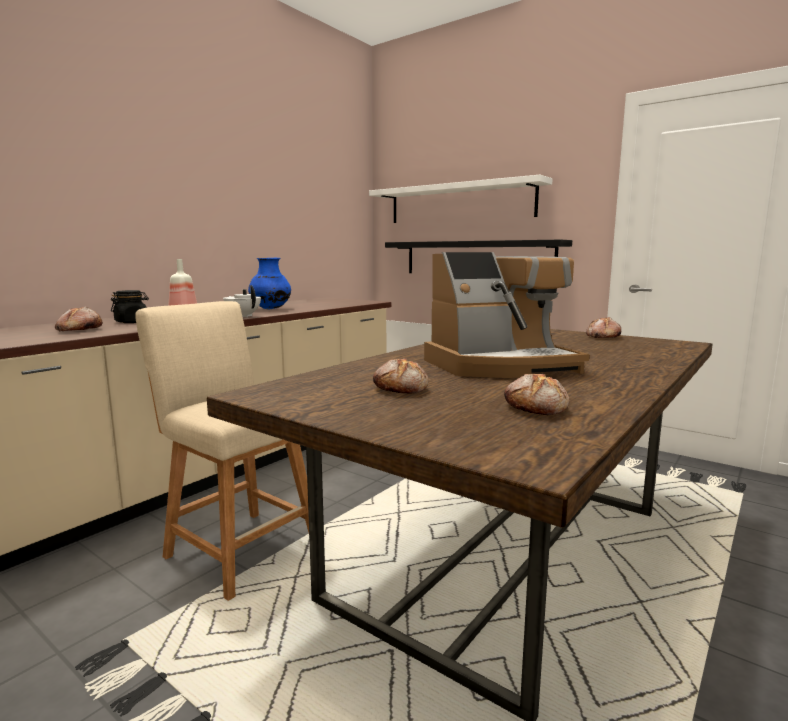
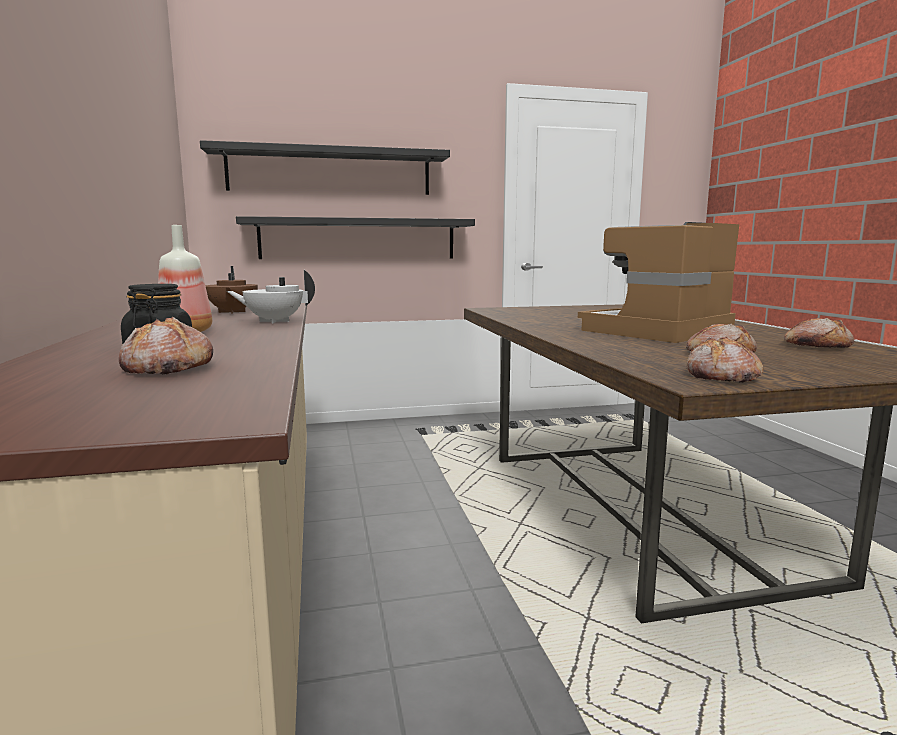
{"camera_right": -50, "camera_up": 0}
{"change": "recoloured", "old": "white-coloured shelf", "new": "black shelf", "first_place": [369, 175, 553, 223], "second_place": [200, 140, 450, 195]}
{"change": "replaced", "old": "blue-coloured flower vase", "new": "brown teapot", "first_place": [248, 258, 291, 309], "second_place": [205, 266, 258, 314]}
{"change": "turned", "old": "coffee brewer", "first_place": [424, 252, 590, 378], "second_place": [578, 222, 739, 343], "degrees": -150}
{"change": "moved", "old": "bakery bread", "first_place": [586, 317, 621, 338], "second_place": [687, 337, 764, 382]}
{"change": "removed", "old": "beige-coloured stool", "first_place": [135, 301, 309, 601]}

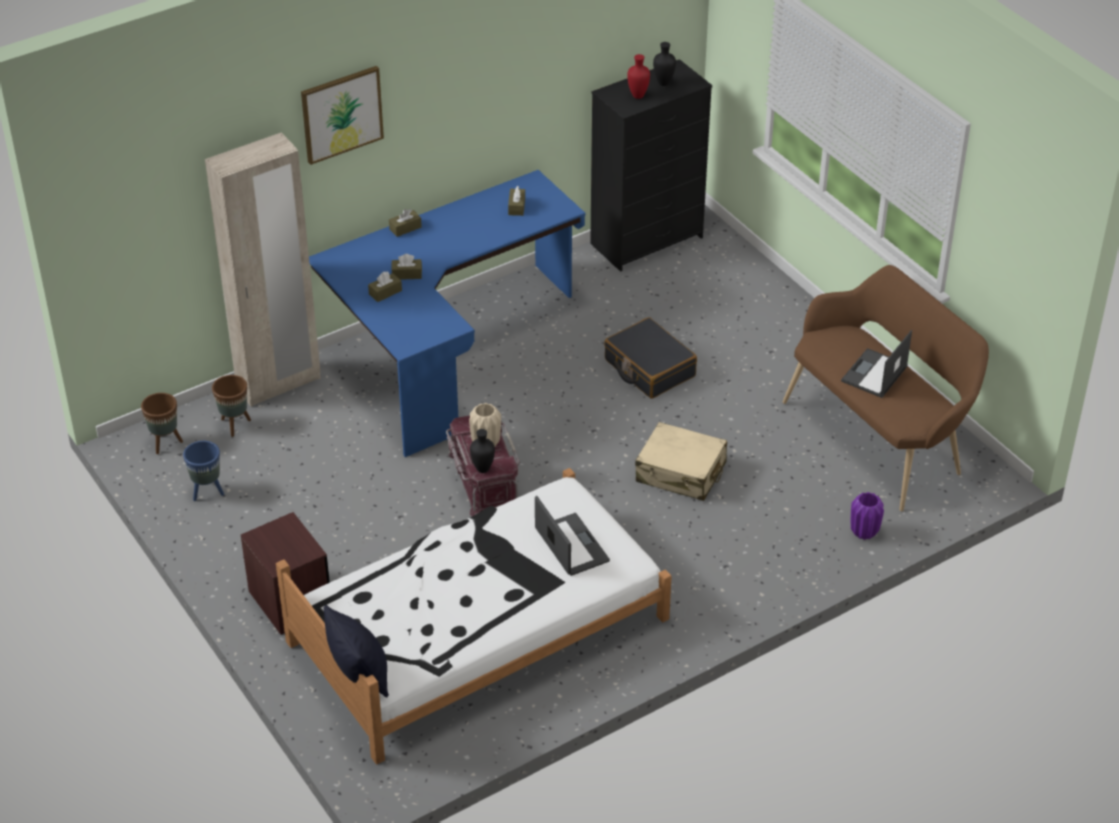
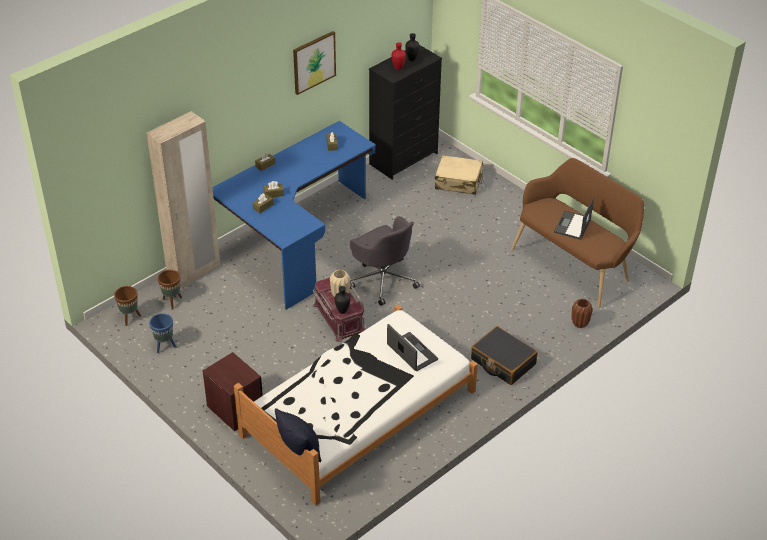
{"camera_right": -10, "camera_up": 0}
{"change": "moved", "old": "picture", "first_place": [301, 66, 384, 165], "second_place": [293, 31, 336, 95]}
{"change": "added", "new": "grey computer chair", "second_place": [350, 216, 420, 306]}
{"change": "moved", "old": "beige-coloured travel case", "first_place": [635, 422, 727, 501], "second_place": [435, 155, 483, 195]}
{"change": "moved", "old": "black travel case", "first_place": [604, 317, 697, 399], "second_place": [471, 326, 538, 385]}
{"change": "recoloured", "old": "purple flower vase", "new": "brown flower vase", "first_place": [851, 492, 884, 540], "second_place": [571, 299, 593, 328]}

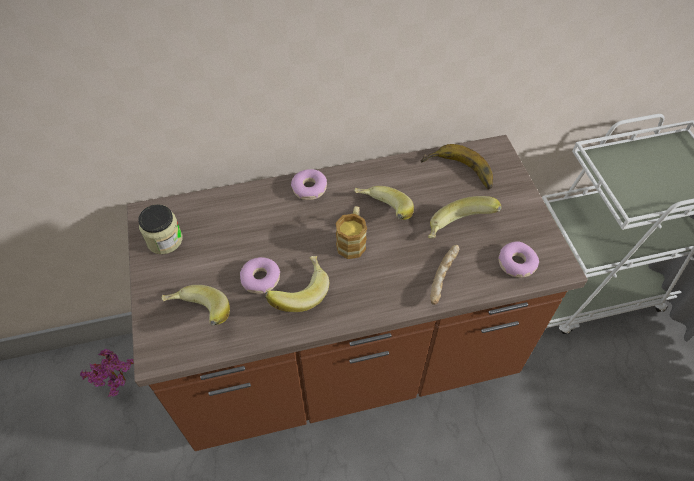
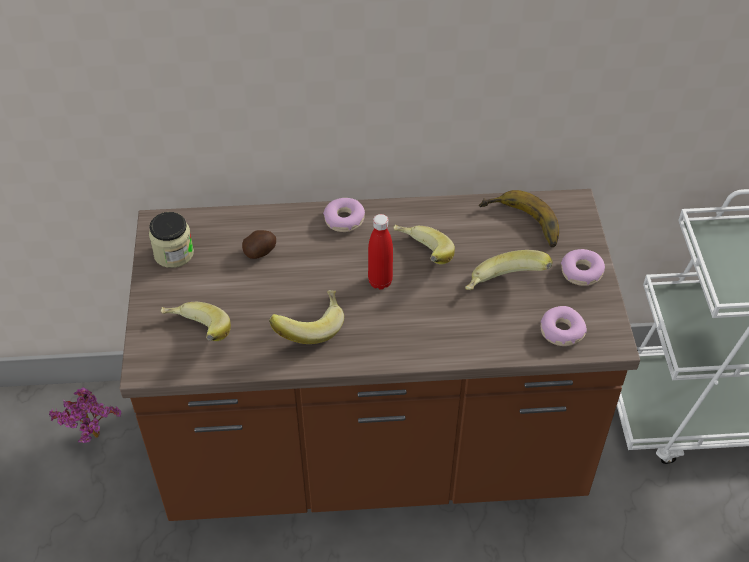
{"camera_right": 10, "camera_up": -5}
{"change": "added", "new": "potato", "second_place": [242, 230, 276, 259]}
{"change": "replaced", "old": "mug", "new": "red-coloured drink bottle", "first_place": [336, 206, 367, 259], "second_place": [368, 214, 393, 290]}
{"change": "moved", "old": "doughnut", "first_place": [240, 257, 280, 294], "second_place": [561, 249, 605, 286]}
{"change": "removed", "old": "bakery bread", "first_place": [430, 245, 459, 305]}

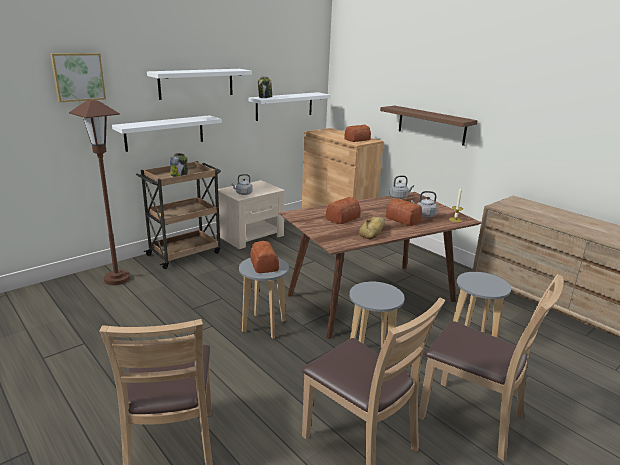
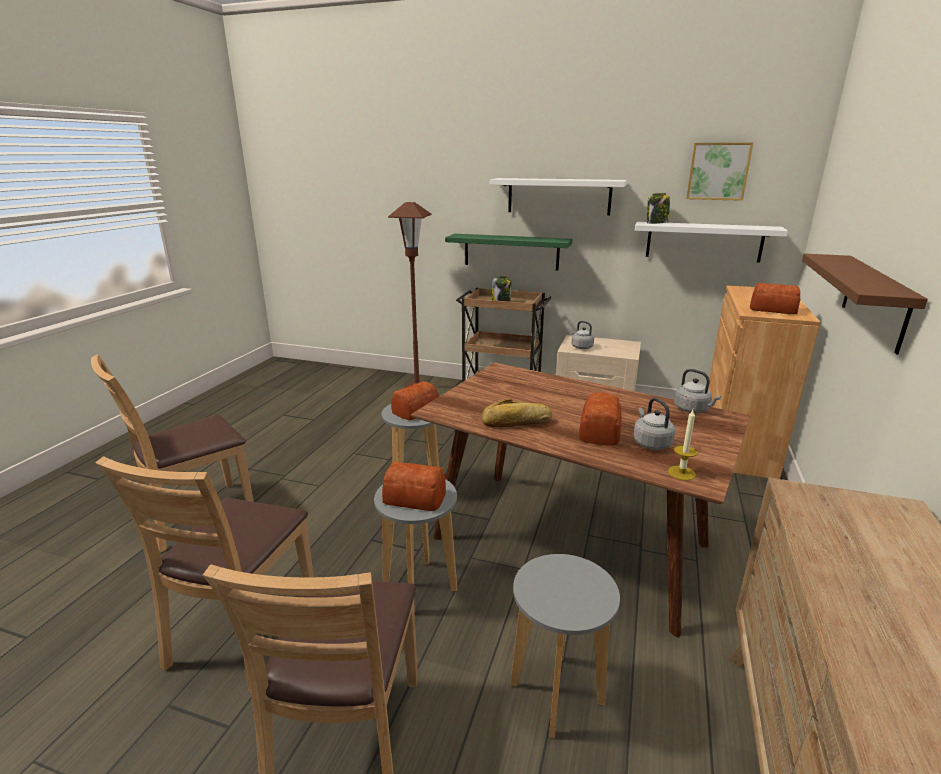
{"camera_right": 60, "camera_up": 0}
{"change": "moved", "old": "bakery bread", "first_place": [326, 197, 361, 224], "second_place": [382, 461, 446, 511]}
{"change": "recoloured", "old": "white-coloured shelf", "new": "greenish shelf", "first_place": [112, 115, 222, 152], "second_place": [445, 234, 572, 271]}
{"change": "moved", "old": "picture", "first_place": [50, 53, 106, 102], "second_place": [686, 142, 753, 201]}

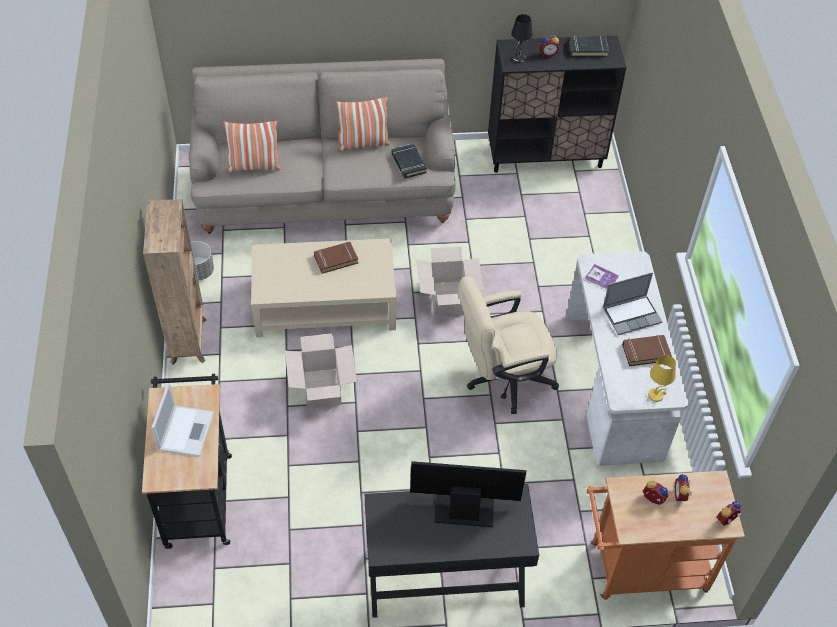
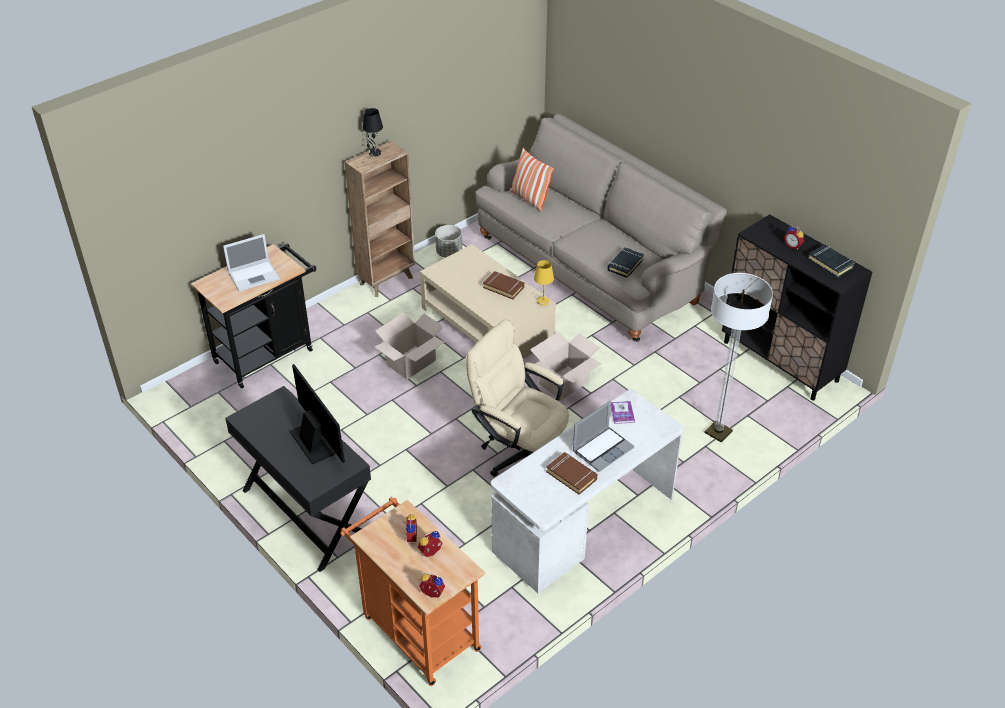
{"camera_right": 55, "camera_up": -10}
{"change": "moved", "old": "black table lamp", "first_place": [511, 14, 533, 63], "second_place": [363, 108, 383, 156]}
{"change": "moved", "old": "yellowish table lamp", "first_place": [648, 355, 676, 402], "second_place": [534, 260, 554, 306]}
{"change": "turned", "old": "notebook computer", "first_place": [603, 272, 662, 335], "second_place": [573, 401, 634, 472], "degrees": -75}
{"change": "added", "new": "floor lamp", "second_place": [704, 273, 773, 442]}
{"change": "removed", "old": "throw pillow", "first_place": [335, 97, 391, 151]}

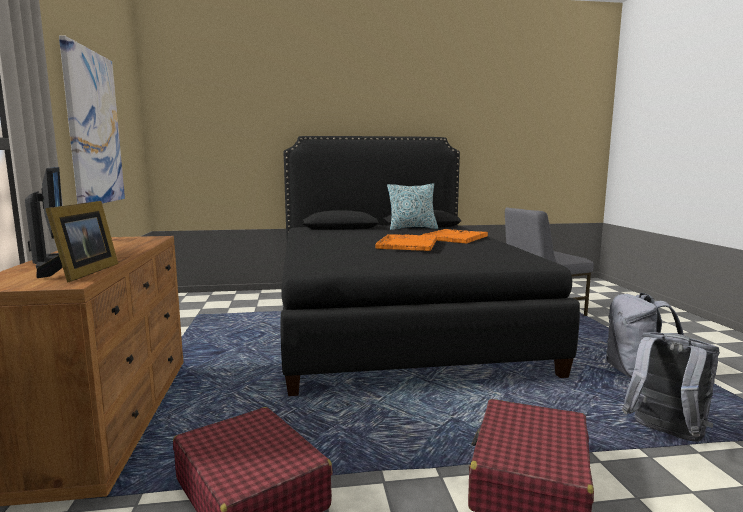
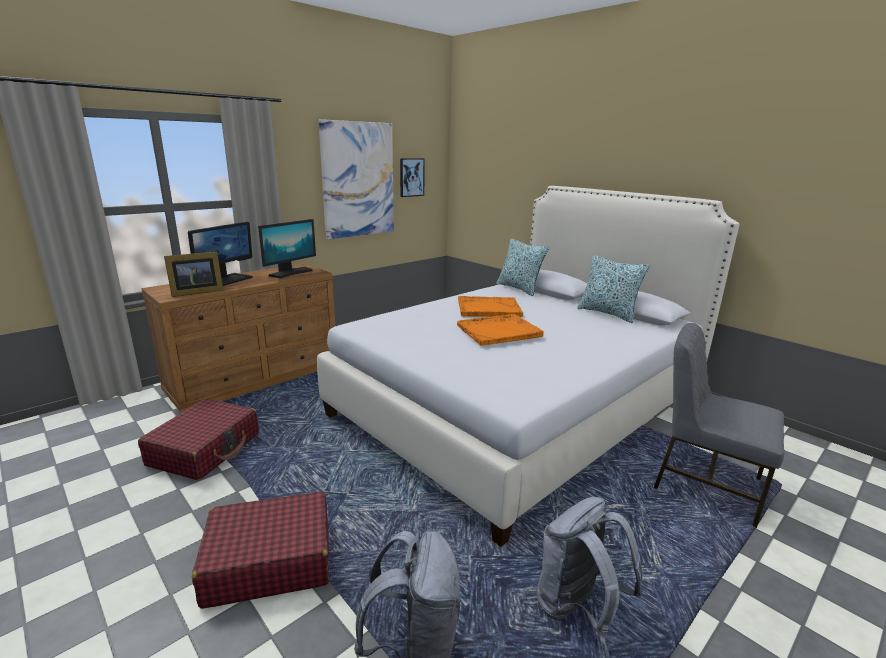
{"camera_right": 55, "camera_up": 10}
{"change": "added", "new": "computer screen", "second_place": [258, 219, 316, 278]}
{"change": "recoloured", "old": "black bed", "new": "white-coloured bed", "first_place": [281, 136, 580, 396], "second_place": [317, 186, 740, 547]}
{"change": "added", "new": "picture", "second_place": [400, 158, 425, 197]}
{"change": "moved", "old": "orangey tray", "first_place": [422, 229, 488, 244], "second_place": [458, 296, 523, 317]}
{"change": "added", "new": "throw pillow", "second_place": [496, 239, 549, 296]}

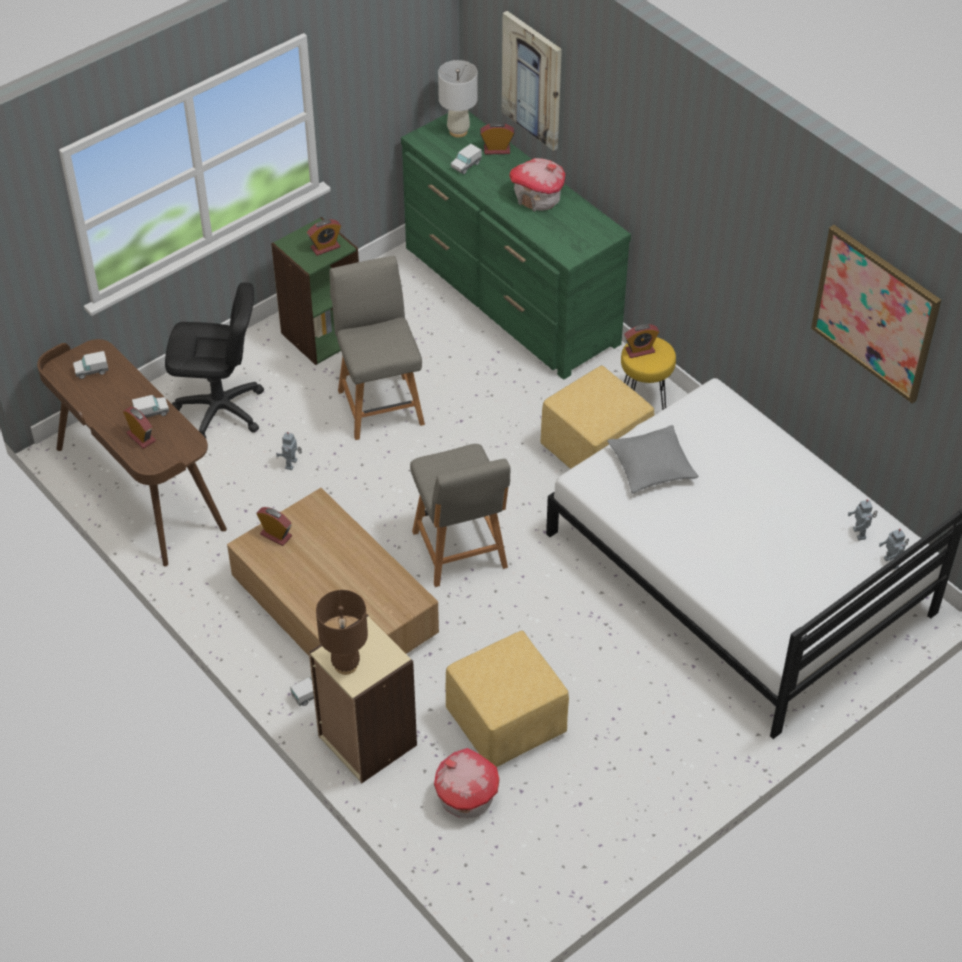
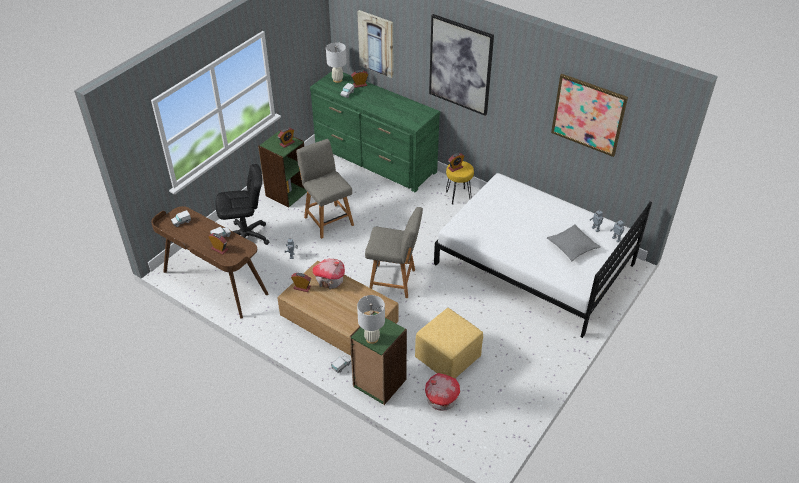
{"camera_right": -15, "camera_up": -5}
{"change": "moved", "old": "model house", "first_place": [510, 158, 565, 212], "second_place": [312, 259, 345, 290]}
{"change": "recoloured", "old": "beige-coloured bookshelf", "new": "greenish bookshelf", "first_place": [309, 615, 417, 783], "second_place": [350, 312, 407, 405]}
{"change": "recoloured", "old": "brown table lamp", "new": "white-coloured table lamp", "first_place": [316, 590, 368, 675], "second_place": [357, 295, 385, 344]}
{"change": "turned", "old": "grey plain chair", "first_place": [410, 444, 511, 587], "second_place": [365, 207, 423, 298], "degrees": -45}
{"change": "added", "new": "picture", "second_place": [429, 14, 494, 116]}
{"change": "moved", "old": "grey throw pillow", "first_place": [608, 425, 699, 494], "second_place": [547, 224, 601, 261]}
{"change": "removed", "old": "yellowish footrest", "first_place": [540, 366, 654, 469]}

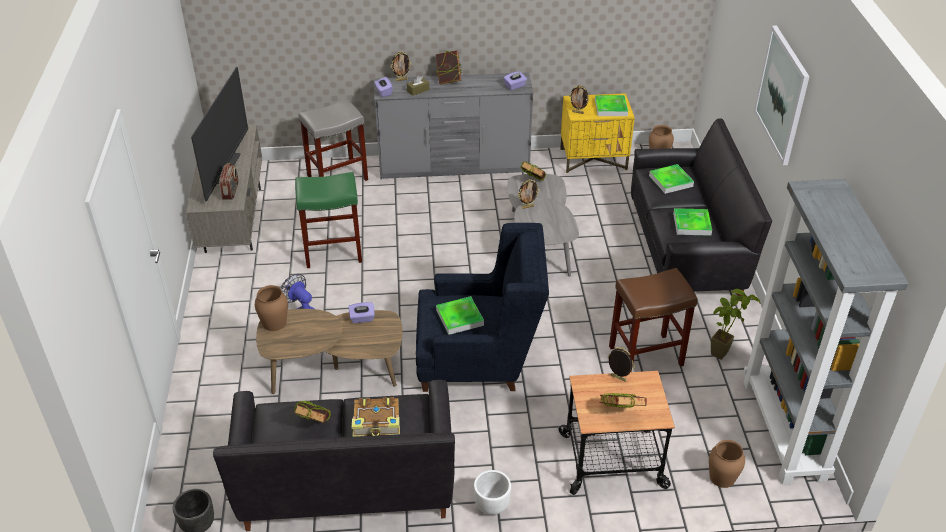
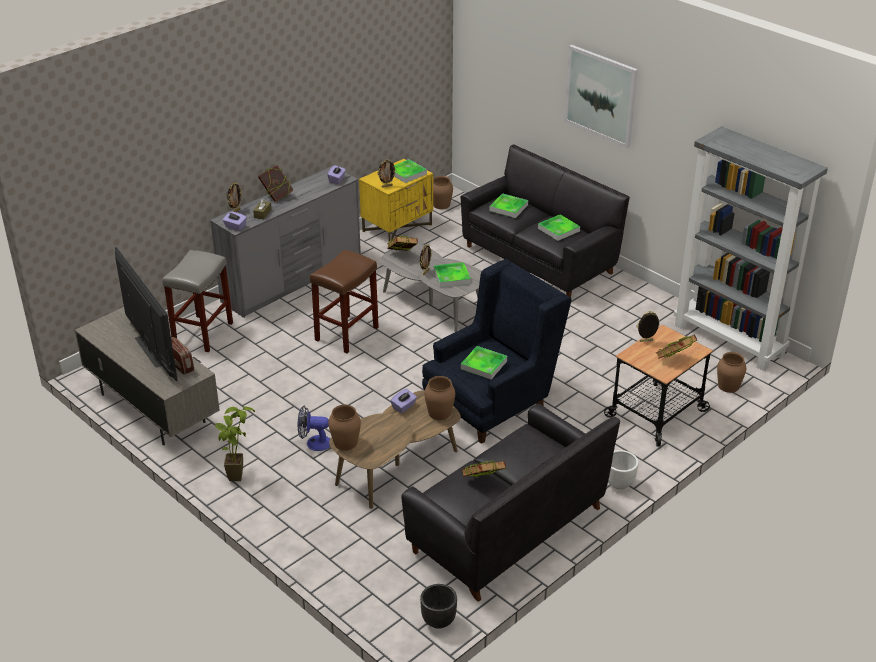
{"camera_right": -40, "camera_up": -5}
{"change": "moved", "old": "plant in a pot", "first_place": [711, 289, 761, 360], "second_place": [215, 407, 255, 481]}
{"change": "moved", "old": "brown stool", "first_place": [609, 268, 697, 372], "second_place": [310, 250, 379, 353]}
{"change": "added", "new": "brown flower vase", "second_place": [424, 376, 455, 420]}
{"change": "added", "new": "tray", "second_place": [434, 262, 471, 287]}
{"change": "removed", "old": "greenish stool", "first_place": [295, 172, 362, 268]}
{"change": "removed", "old": "book", "first_place": [352, 397, 400, 437]}

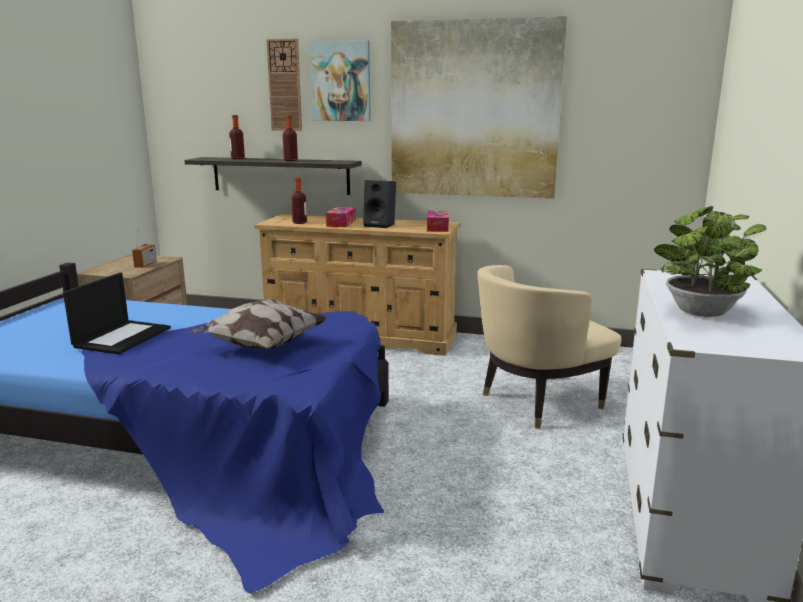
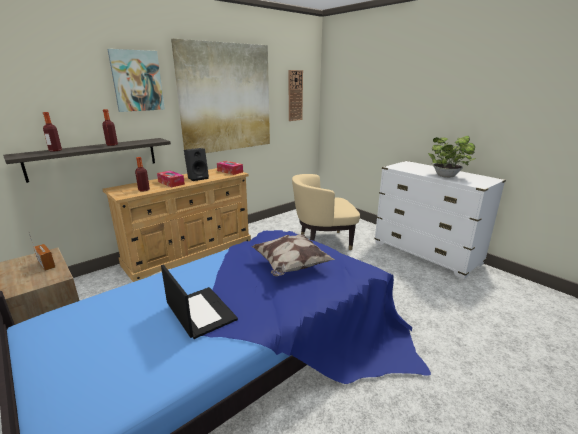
{"camera_right": -55, "camera_up": 5}
{"change": "moved", "old": "wall clock", "first_place": [266, 39, 302, 131], "second_place": [289, 70, 303, 121]}
{"change": "turned", "old": "beige-coloured easy chair", "first_place": [477, 265, 622, 429], "second_place": [292, 174, 360, 250], "degrees": 75}

